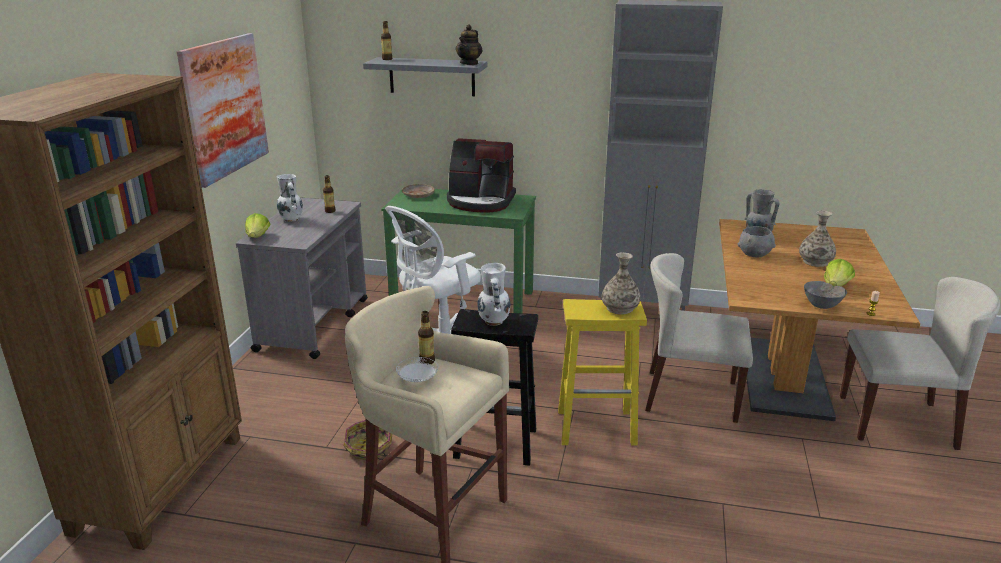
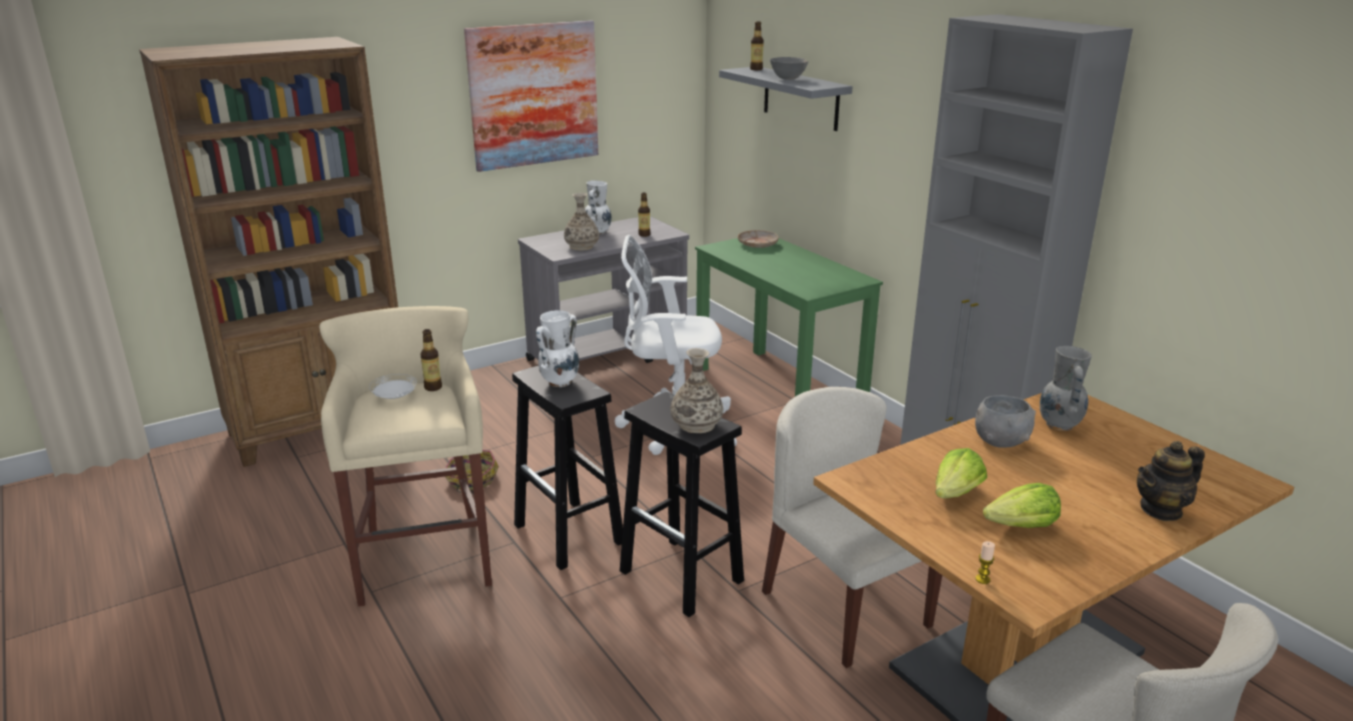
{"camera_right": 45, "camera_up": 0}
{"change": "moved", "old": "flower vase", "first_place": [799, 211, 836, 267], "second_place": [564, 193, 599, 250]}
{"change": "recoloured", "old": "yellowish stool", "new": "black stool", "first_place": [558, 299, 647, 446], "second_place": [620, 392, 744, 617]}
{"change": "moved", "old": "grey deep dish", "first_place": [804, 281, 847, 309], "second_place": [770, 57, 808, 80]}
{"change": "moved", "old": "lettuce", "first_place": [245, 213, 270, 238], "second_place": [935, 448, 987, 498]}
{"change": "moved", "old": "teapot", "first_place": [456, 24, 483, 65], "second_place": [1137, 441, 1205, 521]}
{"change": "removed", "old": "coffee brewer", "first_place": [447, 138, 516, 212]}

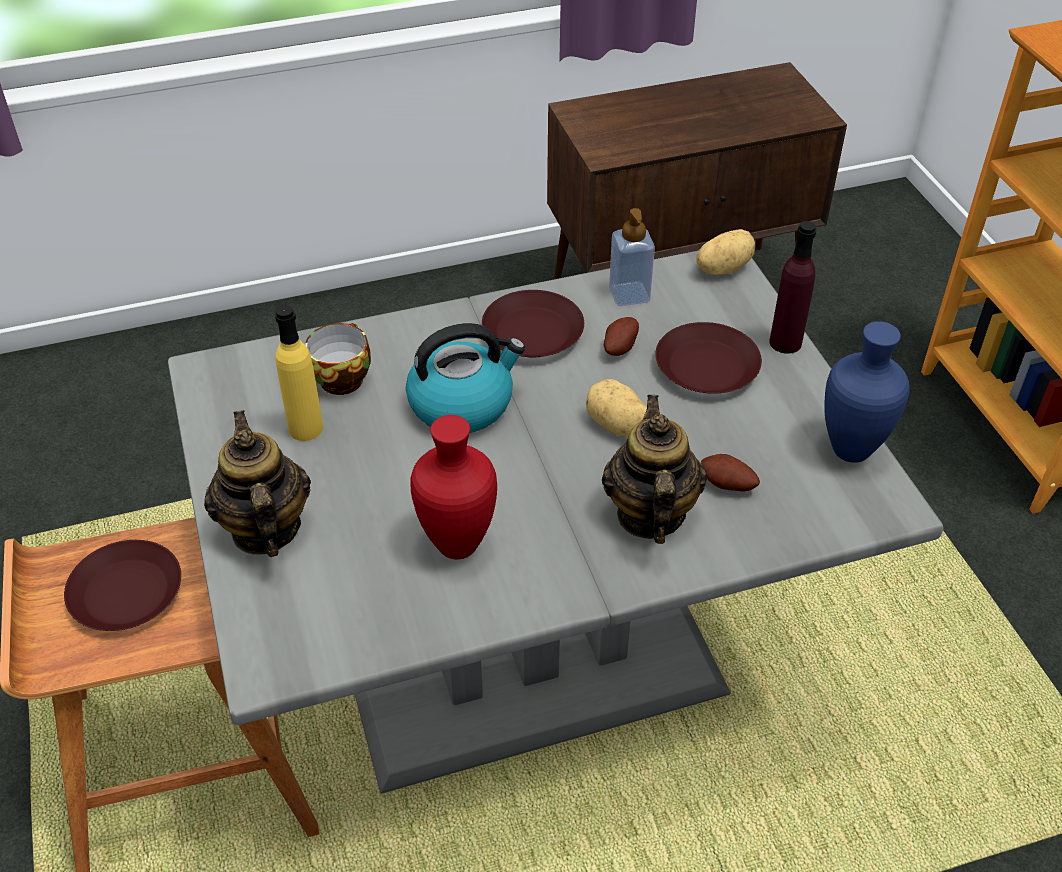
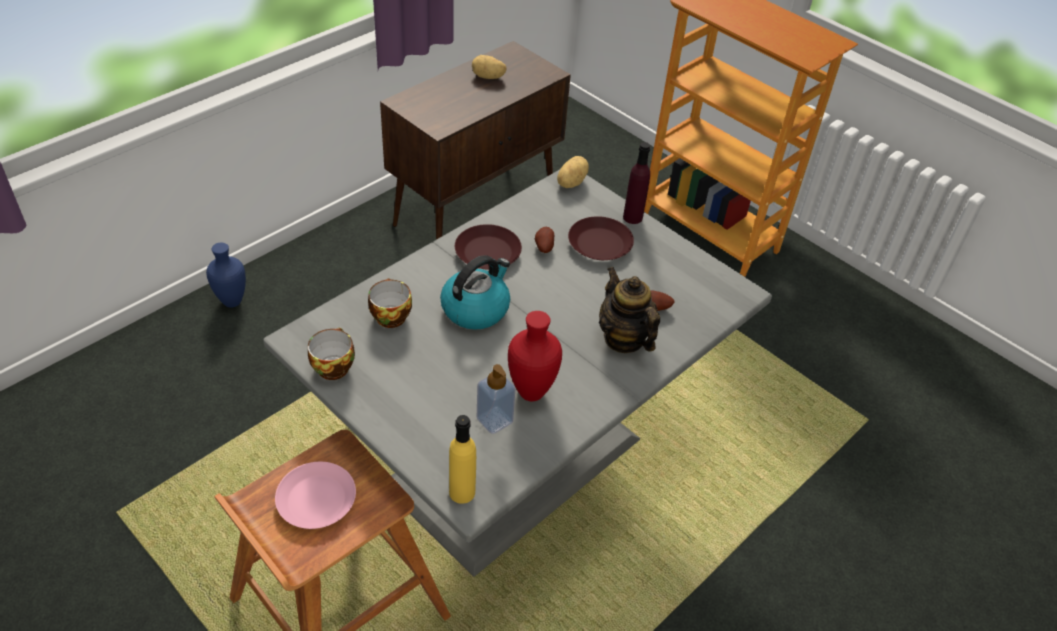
{"camera_right": -30, "camera_up": 0}
{"change": "moved", "old": "blue-coloured flower vase", "first_place": [824, 321, 909, 463], "second_place": [206, 243, 246, 308]}
{"change": "recoloured", "old": "brown plate", "new": "pinkish plate", "first_place": [64, 540, 181, 631], "second_place": [275, 462, 356, 529]}
{"change": "added", "new": "small cup", "second_place": [308, 328, 355, 380]}
{"change": "moved", "old": "yellowish drink bottle", "first_place": [275, 305, 323, 441], "second_place": [449, 415, 476, 504]}
{"change": "moved", "old": "potato", "first_place": [586, 379, 647, 438], "second_place": [472, 55, 506, 79]}
{"change": "moved", "old": "soap bottle", "first_place": [609, 208, 655, 306], "second_place": [477, 364, 515, 434]}
{"change": "removed", "old": "teapot", "first_place": [204, 410, 311, 557]}

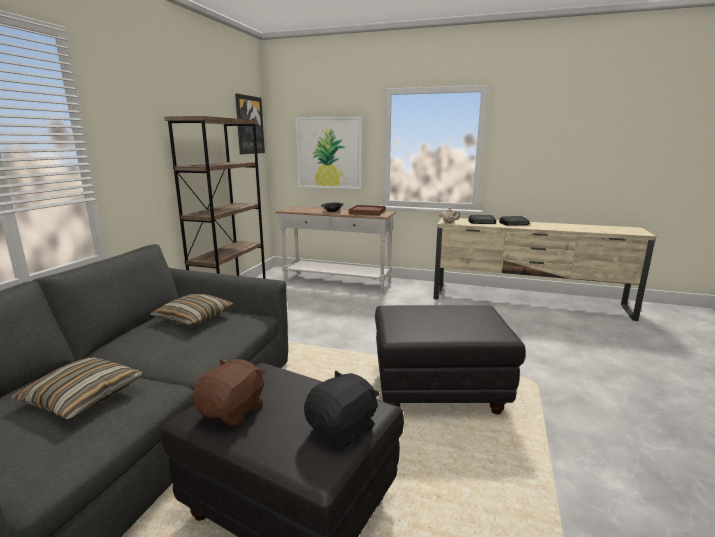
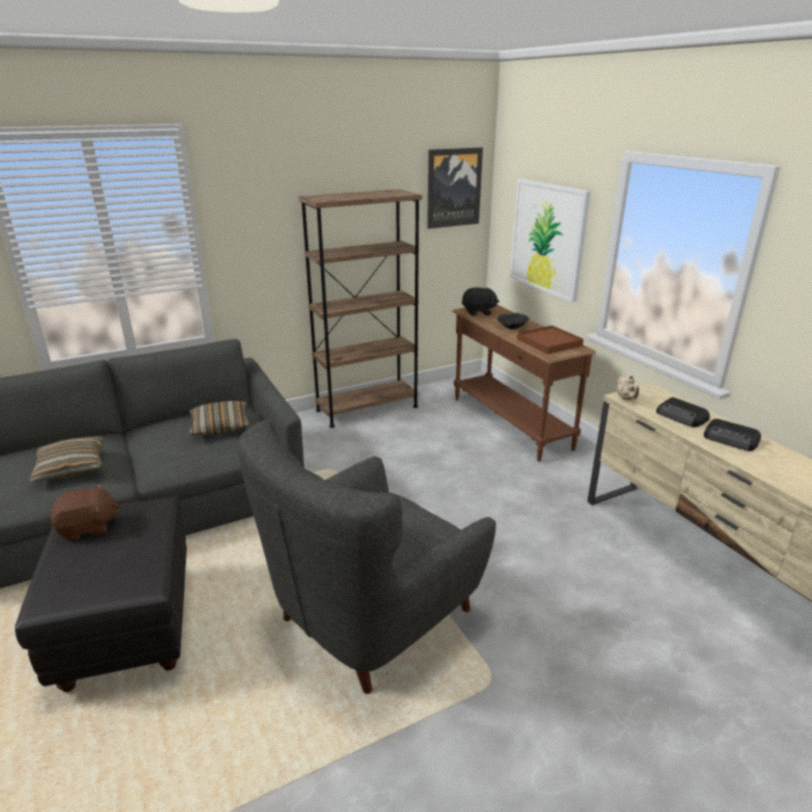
{"camera_right": 45, "camera_up": 10}
{"change": "replaced", "old": "black footrest", "new": "grey easy chair", "first_place": [375, 305, 526, 414], "second_place": [237, 420, 496, 694]}
{"change": "recoloured", "old": "white-coloured narrow table", "new": "brown narrow table", "first_place": [275, 206, 396, 293], "second_place": [452, 305, 596, 462]}
{"change": "moved", "old": "black cuddly toy", "first_place": [304, 370, 379, 447], "second_place": [461, 287, 499, 316]}

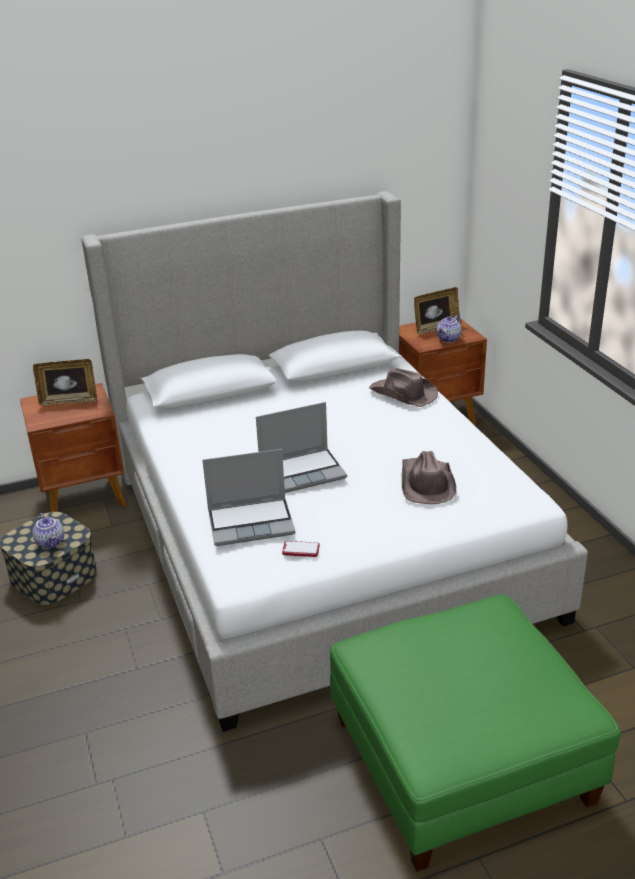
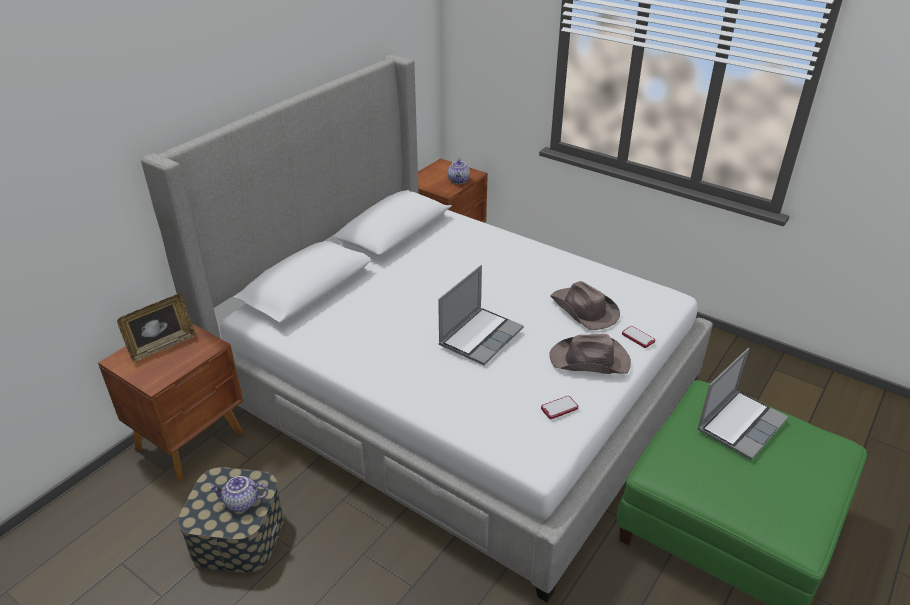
{"camera_right": -35, "camera_up": 5}
{"change": "turned", "old": "teapot", "first_place": [33, 513, 64, 549], "second_place": [209, 476, 268, 512], "degrees": 150}
{"change": "moved", "old": "brown wearable hat", "first_place": [369, 368, 438, 407], "second_place": [549, 334, 631, 374]}
{"change": "added", "new": "handset", "second_place": [622, 326, 655, 348]}
{"change": "moved", "old": "notebook computer", "first_place": [202, 449, 296, 546], "second_place": [697, 348, 788, 460]}
{"change": "removed", "old": "photo frame", "first_place": [414, 287, 461, 334]}

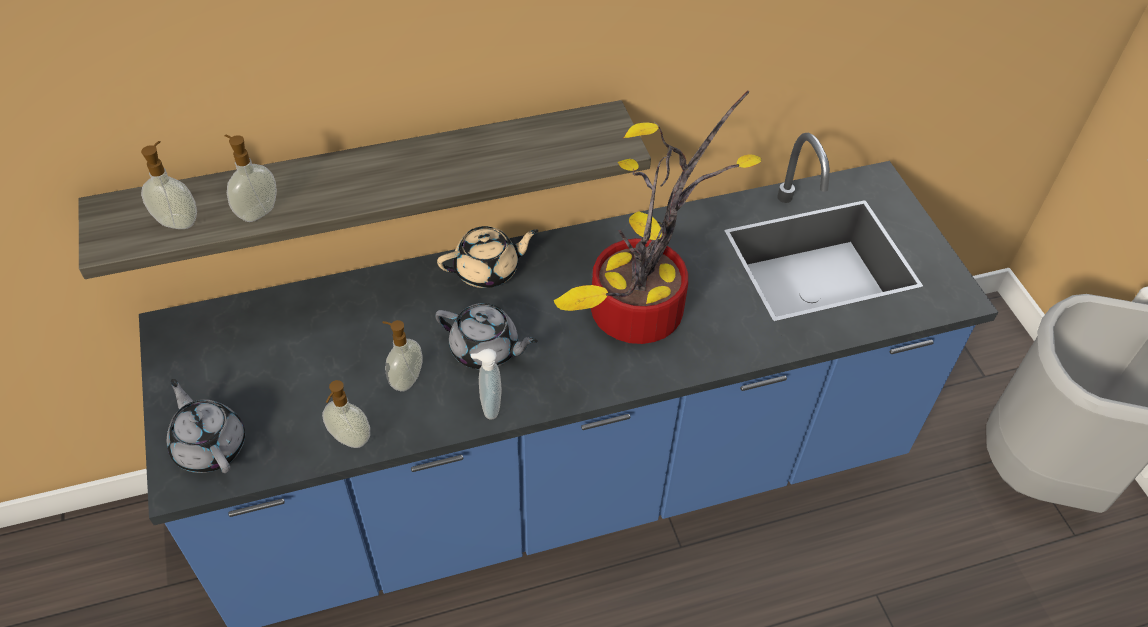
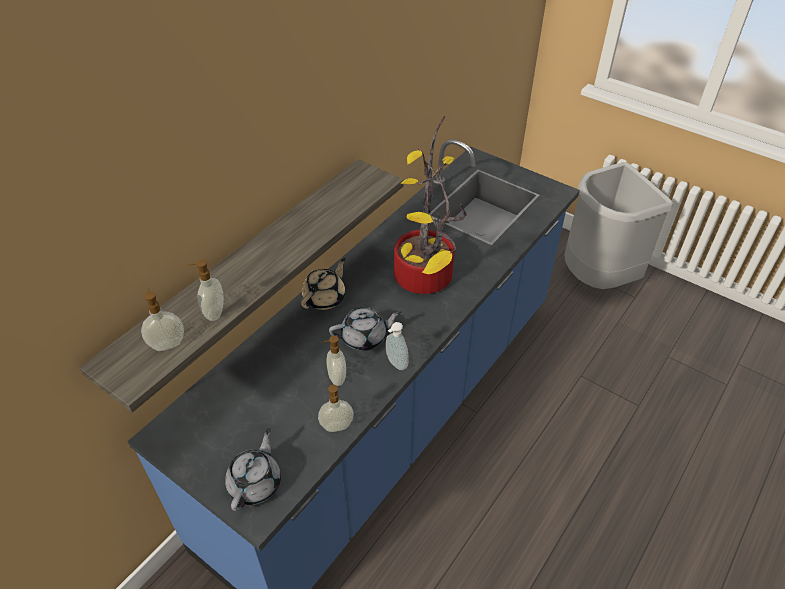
{"camera_right": -35, "camera_up": -5}
{"change": "turned", "old": "grey teapot", "first_place": [167, 379, 245, 473], "second_place": [225, 428, 281, 511], "degrees": 90}

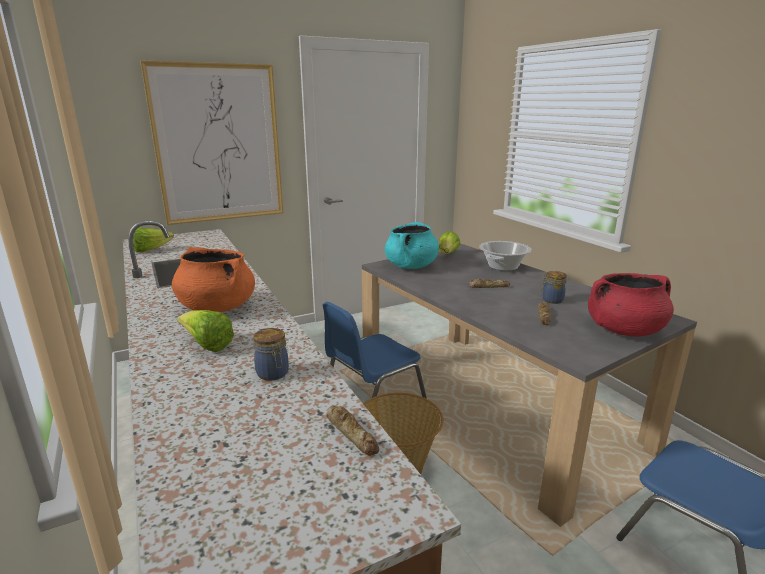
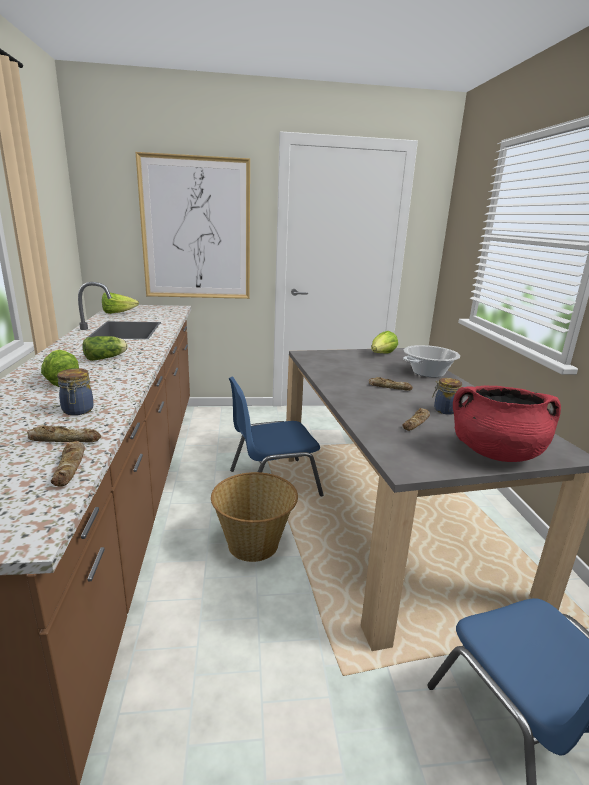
{"camera_right": 20, "camera_up": 0}
{"change": "added", "new": "bakery bread", "second_place": [27, 425, 101, 443]}
{"change": "replaced", "old": "orangey stockpot", "new": "lettuce", "first_place": [172, 247, 255, 312], "second_place": [82, 336, 128, 361]}
{"change": "removed", "old": "blue-green stockpot", "first_place": [385, 222, 439, 269]}

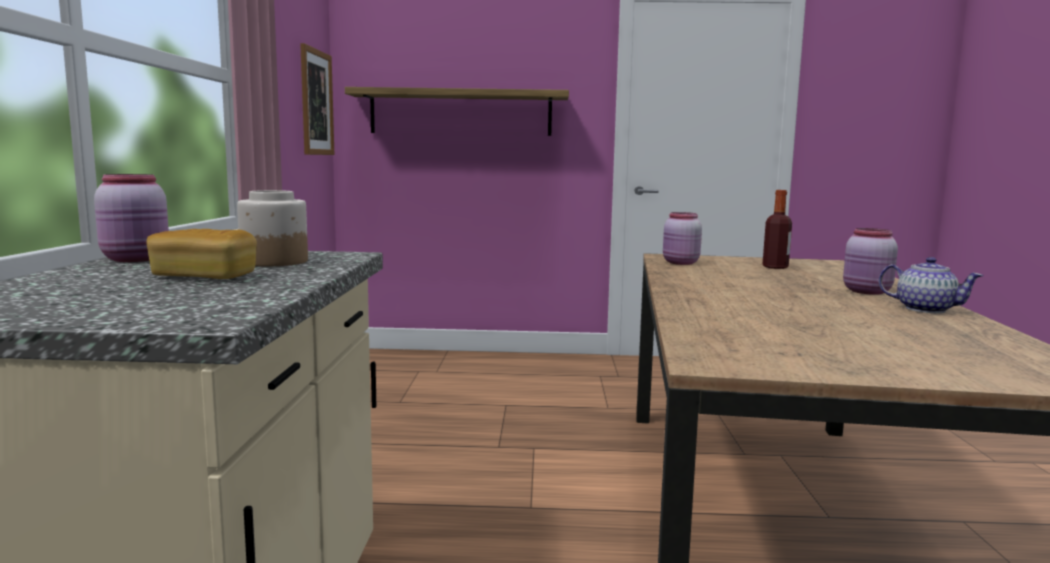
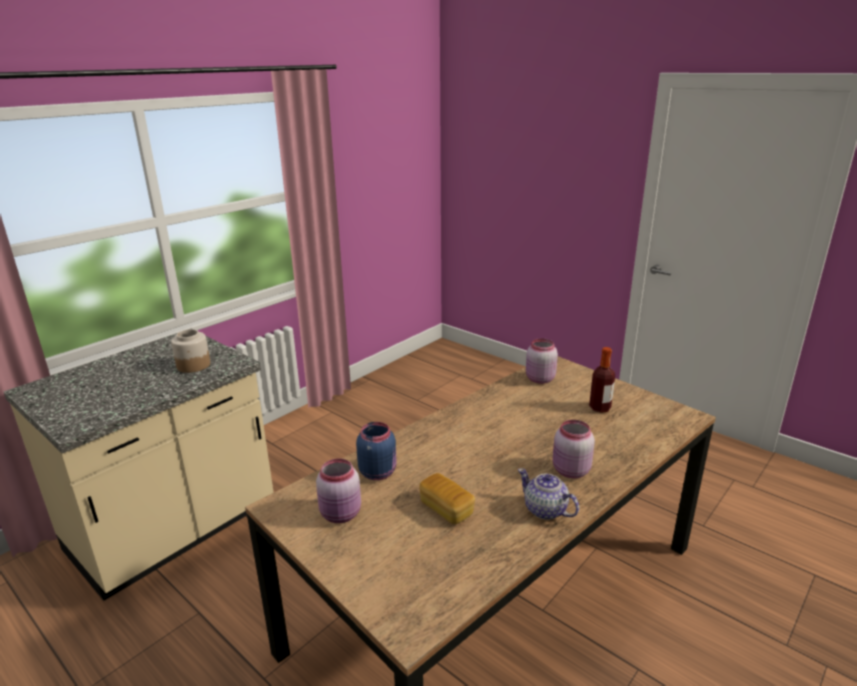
{"camera_right": 40, "camera_up": 15}
{"change": "moved", "old": "pinkish storage jar", "first_place": [94, 174, 169, 262], "second_place": [316, 459, 361, 523]}
{"change": "added", "new": "blue-coloured storage jar", "second_place": [356, 422, 396, 480]}
{"change": "moved", "old": "bakery bread", "first_place": [146, 229, 257, 279], "second_place": [419, 473, 475, 524]}
{"change": "turned", "old": "teapot", "first_place": [879, 257, 984, 313], "second_place": [518, 468, 579, 520], "degrees": 150}
{"change": "removed", "old": "picture", "first_place": [300, 43, 334, 155]}
{"change": "removed", "old": "shelf", "first_place": [345, 87, 569, 136]}

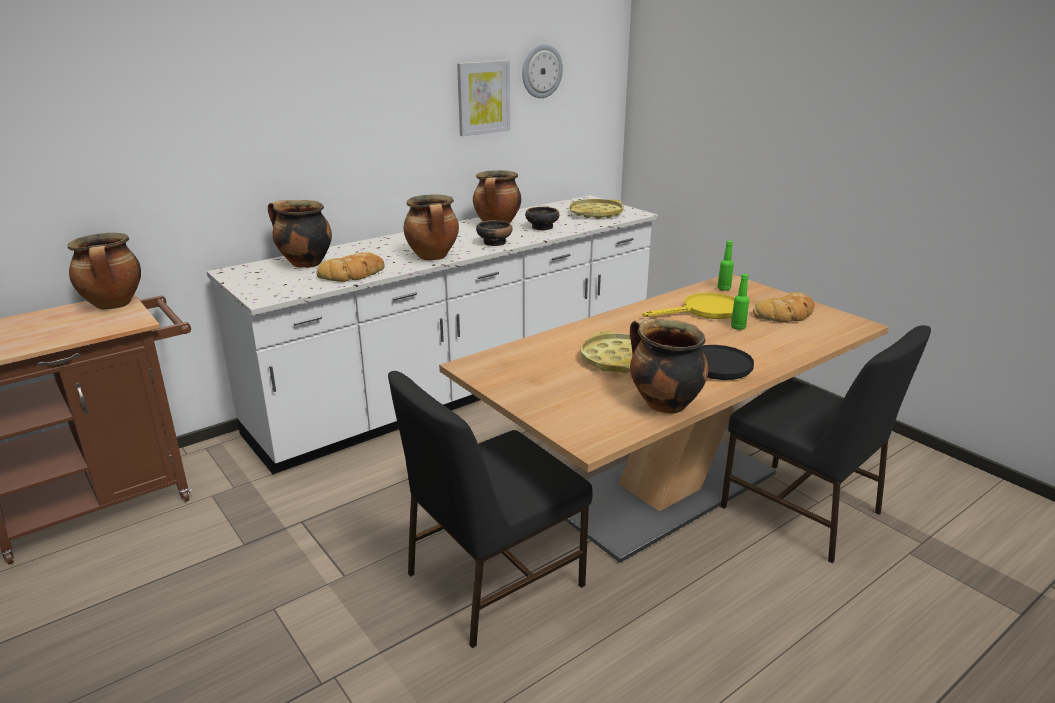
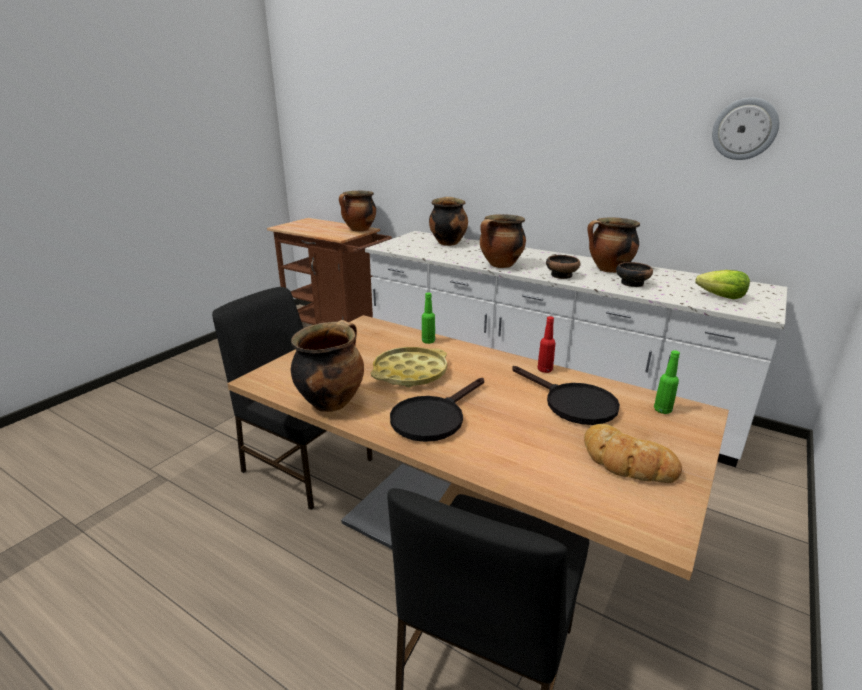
{"camera_right": 70, "camera_up": 0}
{"change": "moved", "old": "greenish drink bottle", "first_place": [731, 274, 749, 330], "second_place": [422, 293, 435, 344]}
{"change": "recoloured", "old": "yellowish frying pan", "new": "black frying pan", "first_place": [642, 293, 735, 319], "second_place": [512, 366, 620, 425]}
{"change": "added", "new": "red-coloured drink bottle", "second_place": [537, 316, 556, 373]}
{"change": "replaced", "old": "yellowish tray", "new": "lettuce", "first_place": [570, 199, 624, 219], "second_place": [695, 270, 750, 299]}
{"change": "removed", "old": "bakery bread", "first_place": [316, 252, 385, 282]}
{"change": "removed", "old": "picture", "first_place": [457, 60, 510, 136]}

